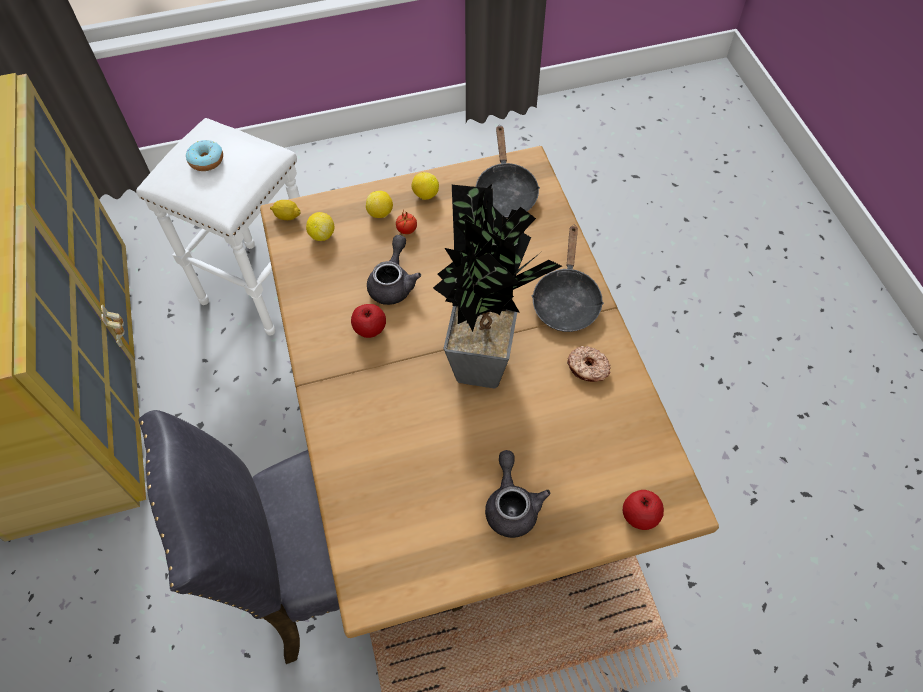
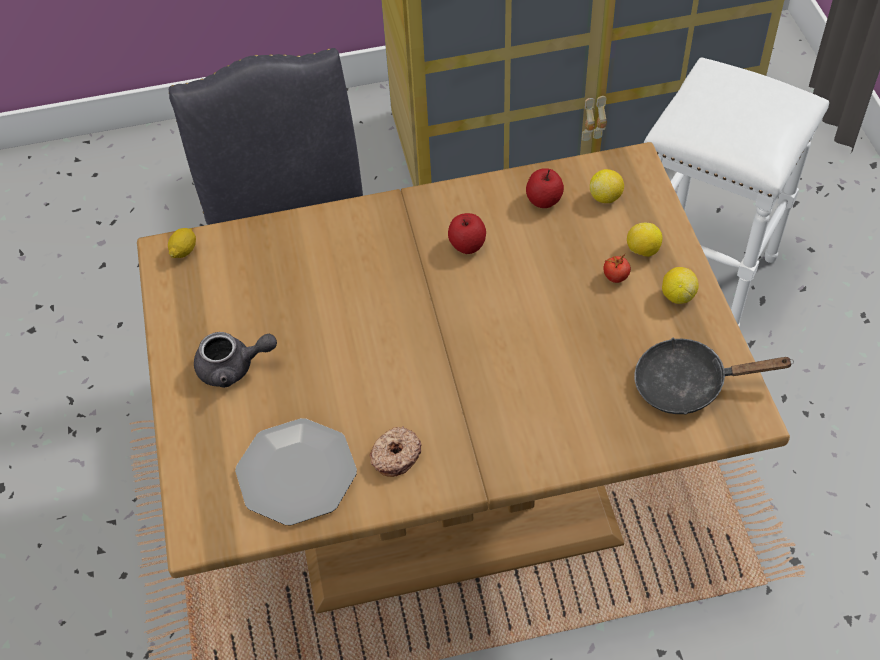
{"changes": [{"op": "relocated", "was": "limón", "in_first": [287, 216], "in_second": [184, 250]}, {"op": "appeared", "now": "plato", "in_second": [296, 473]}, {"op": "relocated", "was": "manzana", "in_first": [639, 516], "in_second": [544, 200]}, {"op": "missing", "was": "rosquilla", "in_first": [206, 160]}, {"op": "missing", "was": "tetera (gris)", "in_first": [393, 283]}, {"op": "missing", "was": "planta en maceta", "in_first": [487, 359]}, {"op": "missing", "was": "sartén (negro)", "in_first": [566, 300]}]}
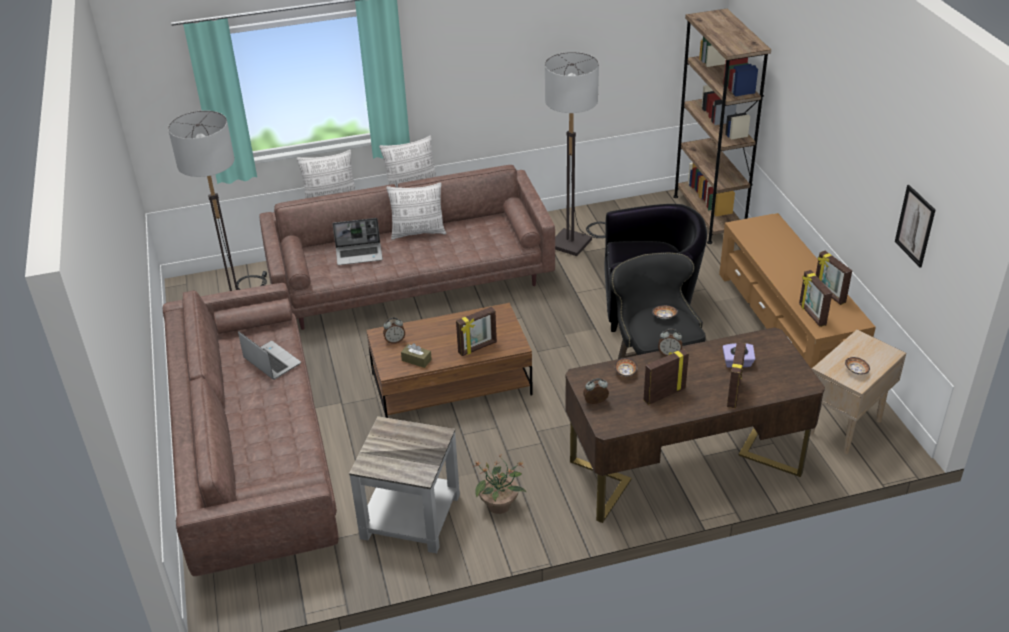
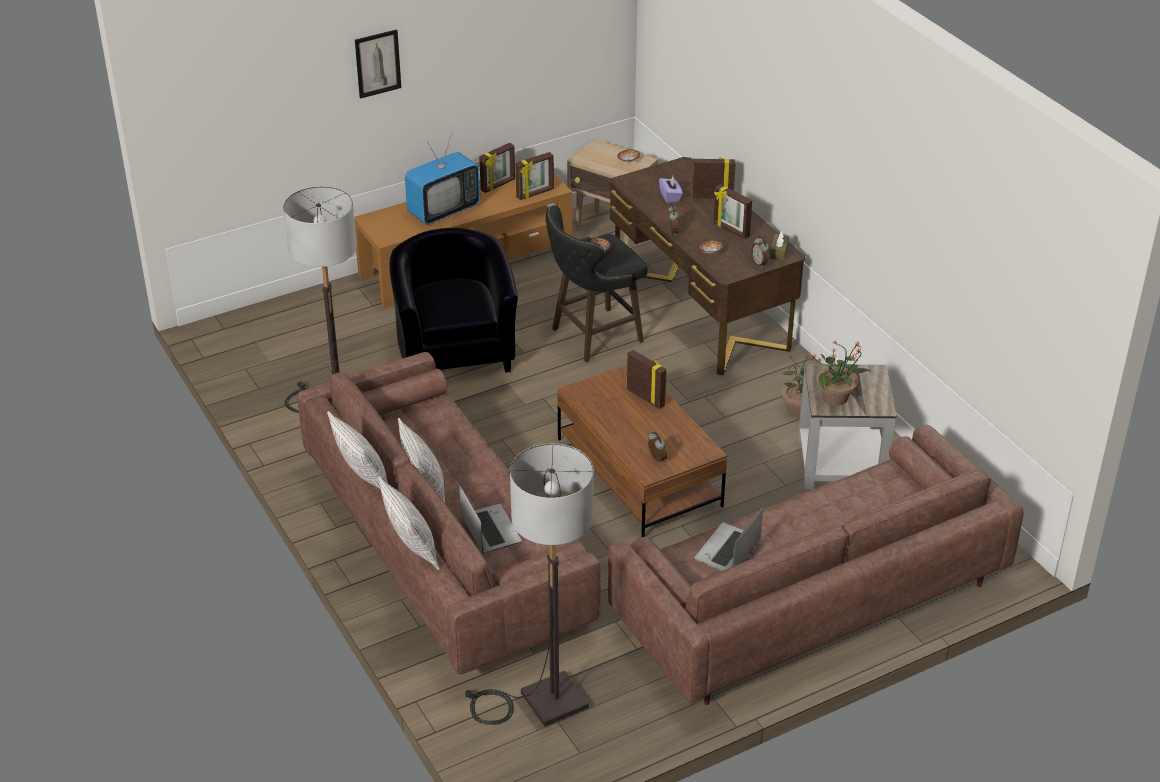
{"changes": [{"op": "relocated", "was": "cuadro", "in_first": [915, 226], "in_second": [378, 63]}, {"op": "appeared", "now": "televisor", "in_second": [443, 210]}, {"op": "relocated", "was": "caja de pañuelos (marrón)", "in_first": [416, 360], "in_second": [779, 252]}, {"op": "appeared", "now": "planta en maceta", "in_second": [836, 398]}, {"op": "missing", "was": "estantería (marrón)", "in_first": [708, 216]}]}
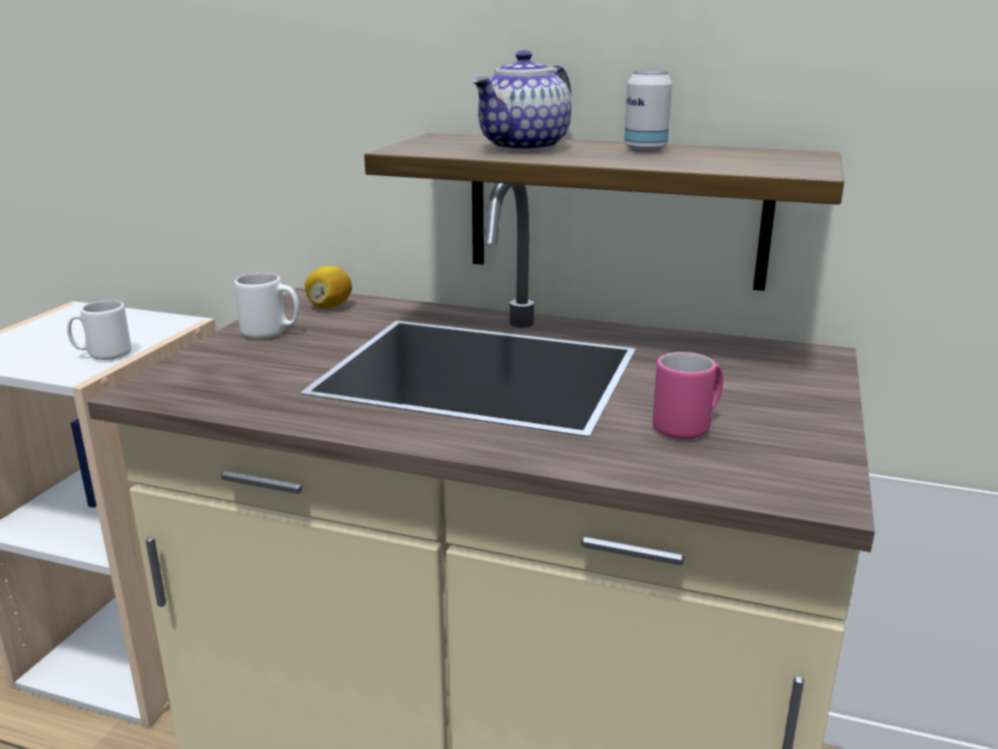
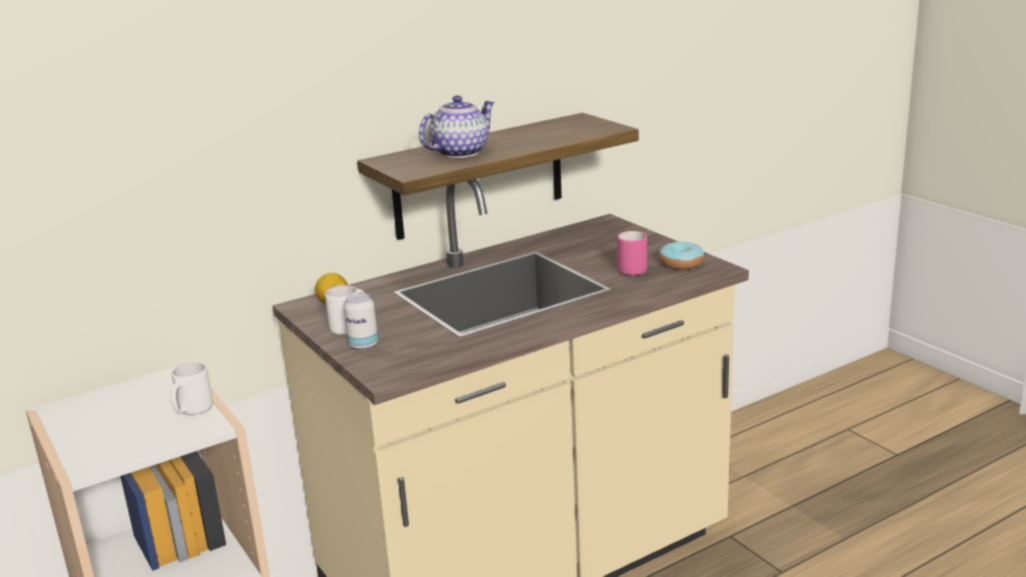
{"changes": [{"op": "relocated", "was": "lata", "in_first": [645, 150], "in_second": [363, 345]}, {"op": "spun", "was": "tetera", "in_first": [525, 147], "in_second": [459, 152], "clockwise": -120}, {"op": "appeared", "now": "rosquilla", "in_second": [681, 263]}]}
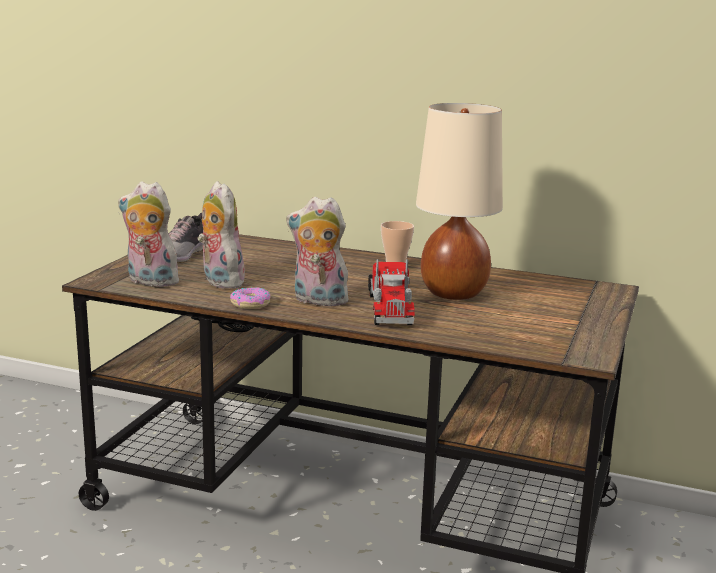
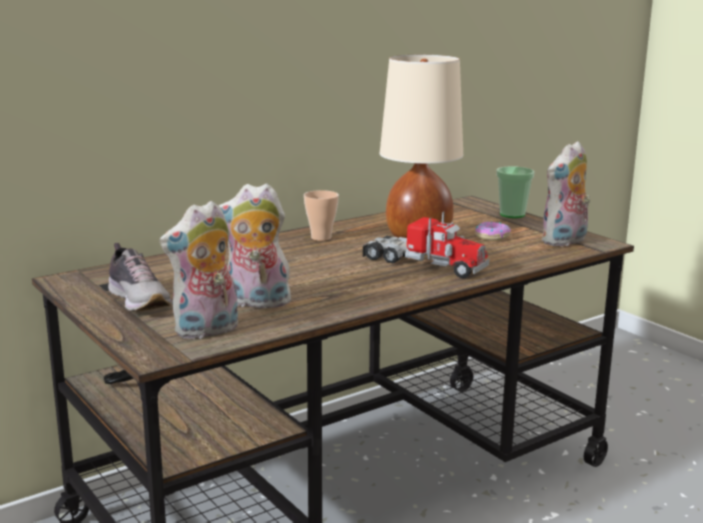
{"changes": [{"op": "relocated", "was": "rosquilla", "in_first": [250, 304], "in_second": [492, 236]}, {"op": "appeared", "now": "taza", "in_second": [512, 214]}, {"op": "relocated", "was": "peluche", "in_first": [318, 301], "in_second": [565, 242]}]}
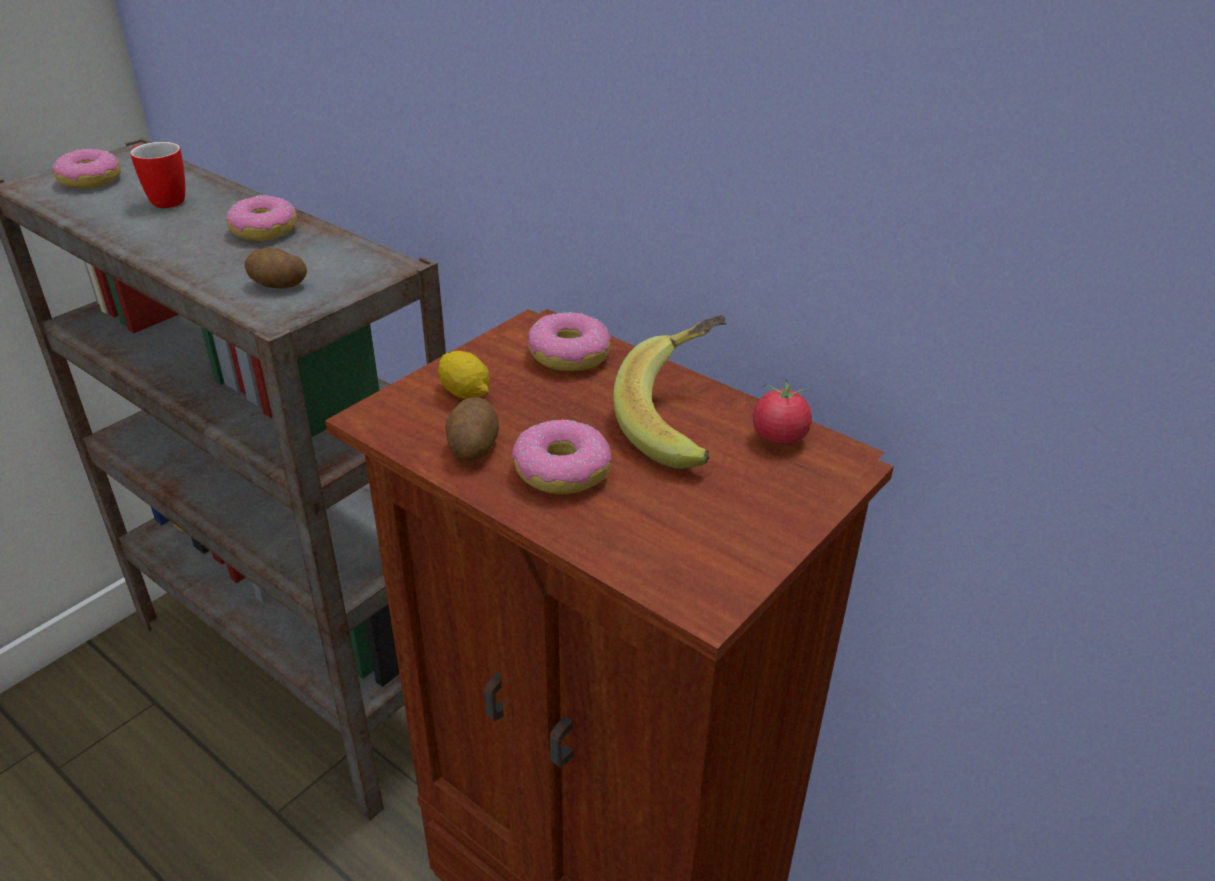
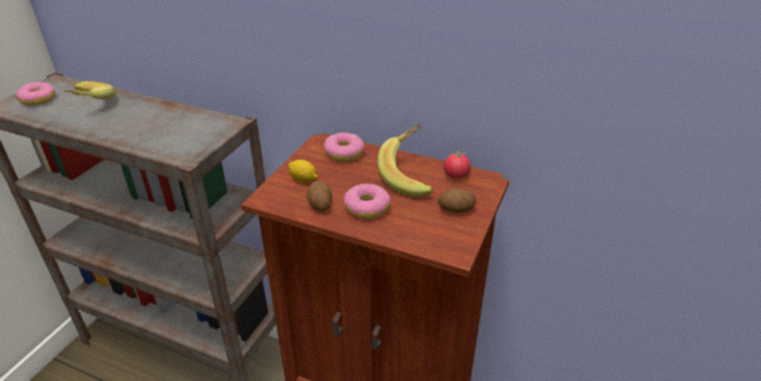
{"changes": [{"op": "exchanged", "was": "taza grande", "now": "plátano", "in_first": [162, 200], "in_second": [87, 105]}, {"op": "relocated", "was": "patata", "in_first": [277, 285], "in_second": [456, 210]}, {"op": "missing", "was": "rosquilla", "in_first": [263, 230]}]}
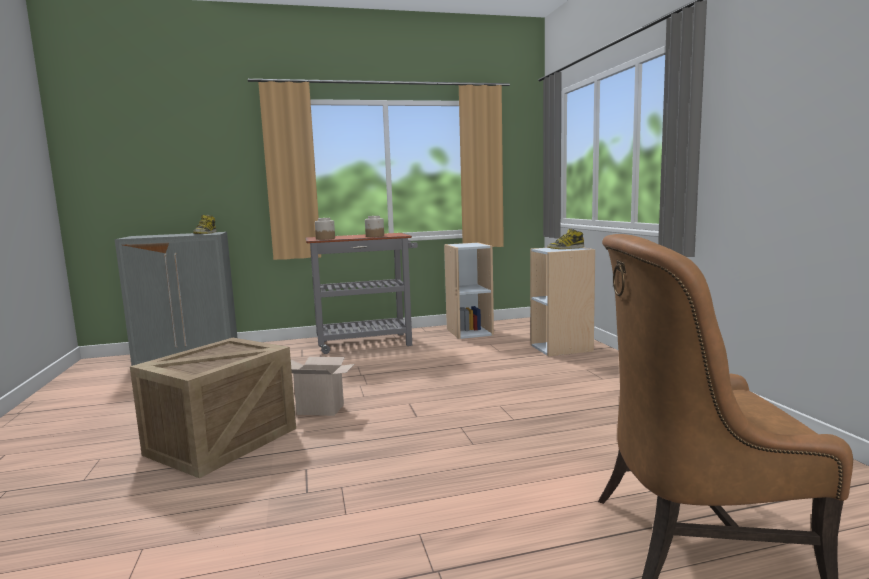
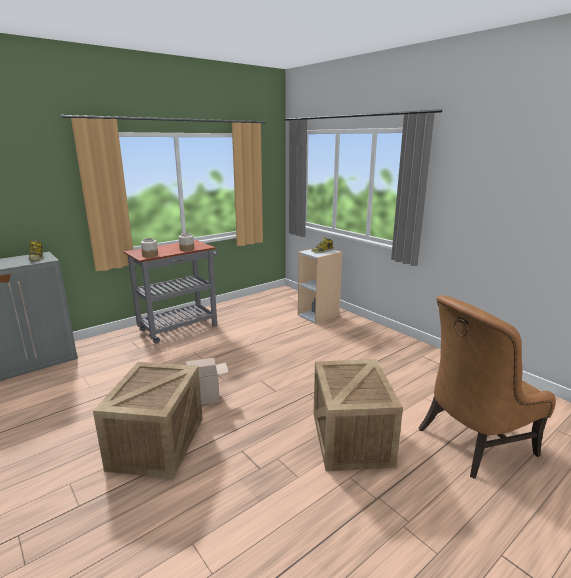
{"changes": [{"op": "appeared", "now": "caja de embalaje", "in_second": [352, 439]}, {"op": "missing", "was": "estantería", "in_first": [469, 332]}]}
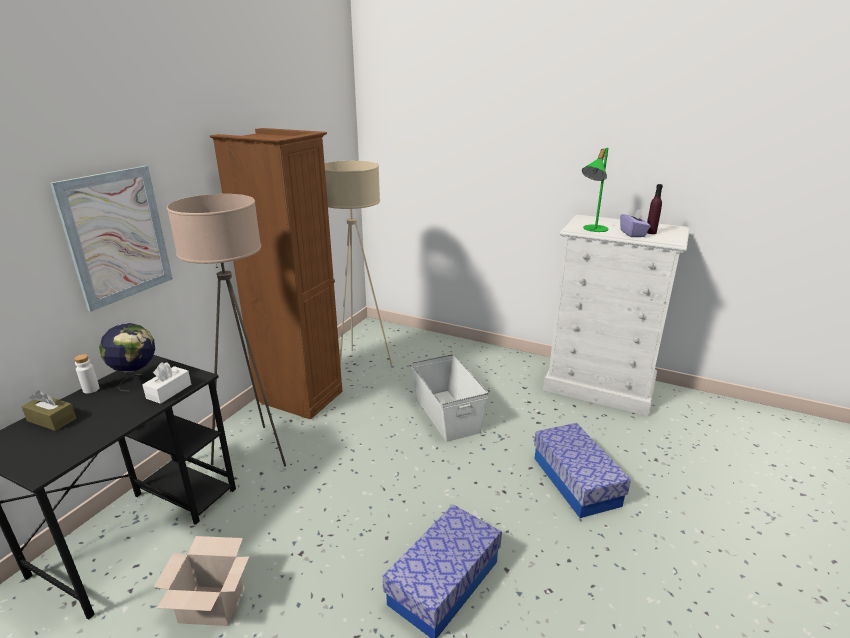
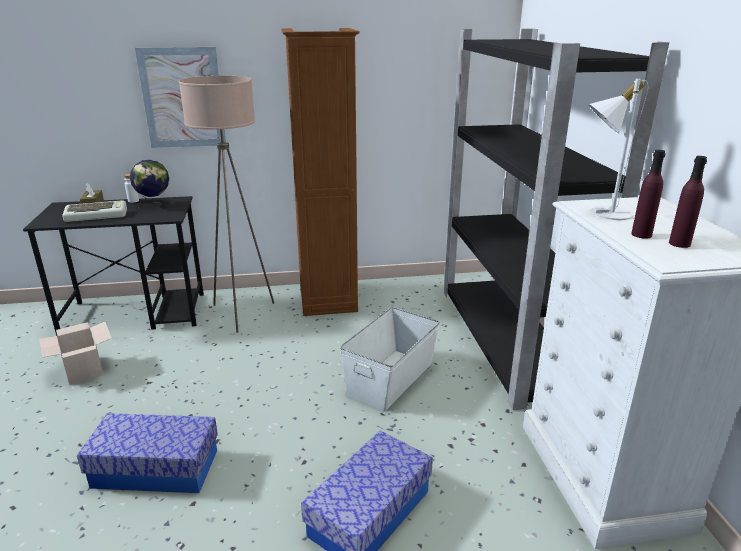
{"changes": [{"op": "appeared", "now": "teclado", "in_second": [97, 215]}, {"op": "appeared", "now": "estantería (negro)", "in_second": [507, 338]}, {"op": "colour", "was": "lámpara de mesa (verde)", "now": "lámpara de mesa (blanco)", "in_first": [592, 229], "in_second": [603, 212]}, {"op": "exchanged", "was": "caja de pañuelos (morado)", "now": "botella (morado)", "in_first": [633, 234], "in_second": [641, 235]}, {"op": "missing", "was": "caja de pañuelos (blanco)", "in_first": [169, 391]}, {"op": "missing", "was": "lámpara de pie (beis)", "in_first": [360, 364]}]}
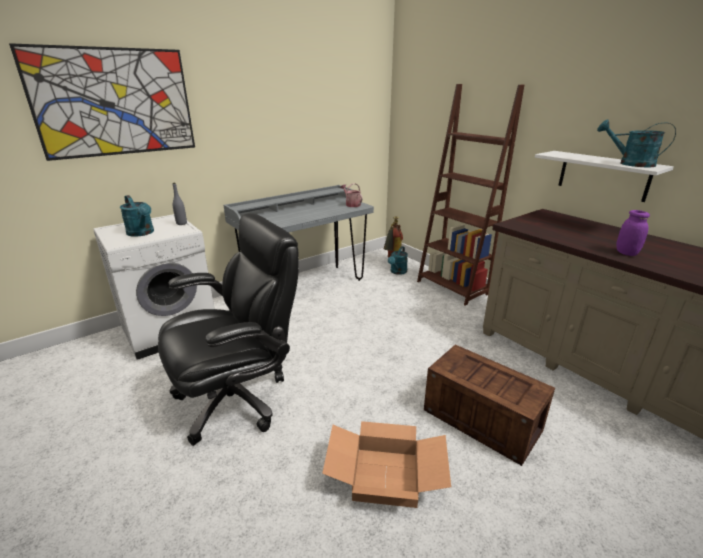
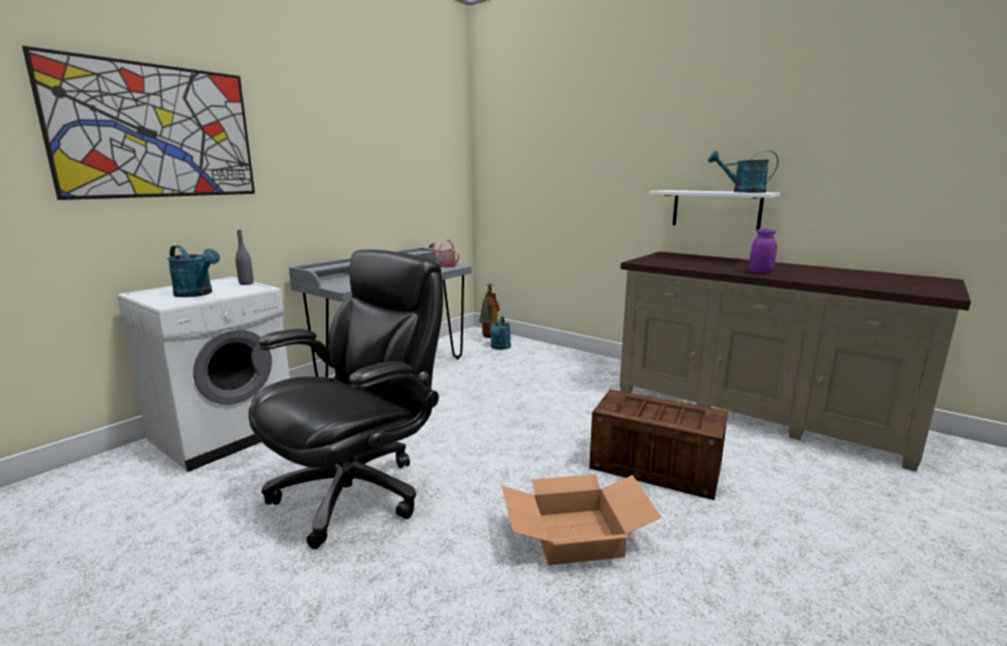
{"changes": [{"op": "missing", "was": "estantería (marrón)", "in_first": [452, 287]}]}
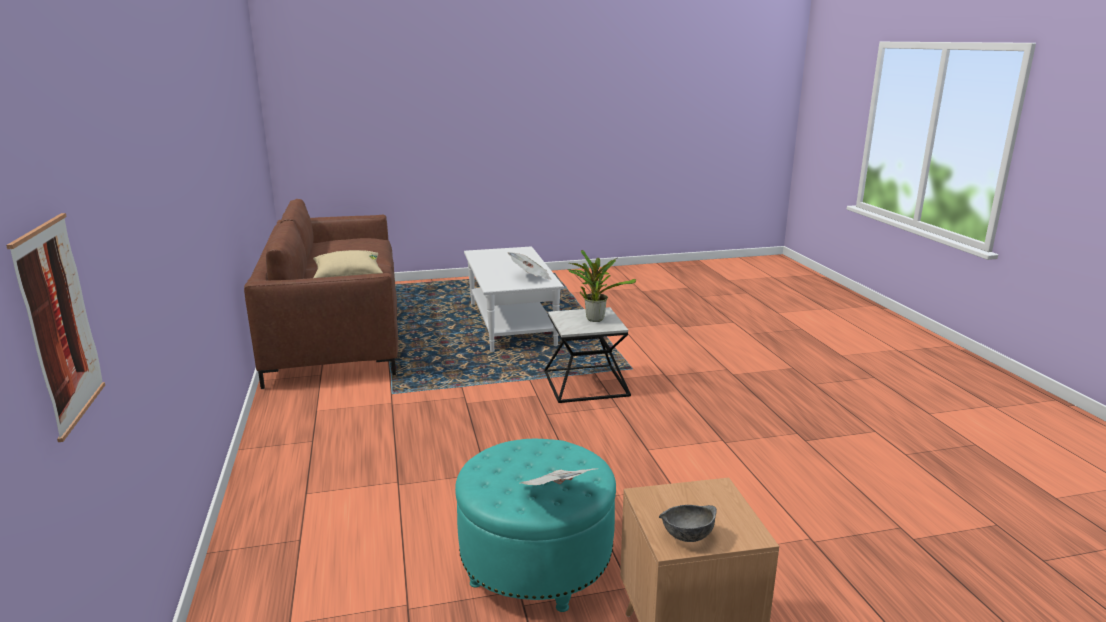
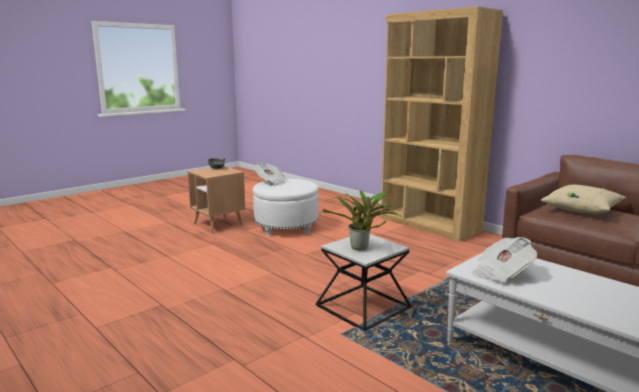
{"changes": [{"op": "colour", "was": "puf (turquesa)", "now": "puf (blanco)", "in_first": [536, 565], "in_second": [286, 227]}, {"op": "appeared", "now": "estantería (marrón)", "in_second": [429, 224]}, {"op": "missing", "was": "cuadro", "in_first": [59, 324]}]}
